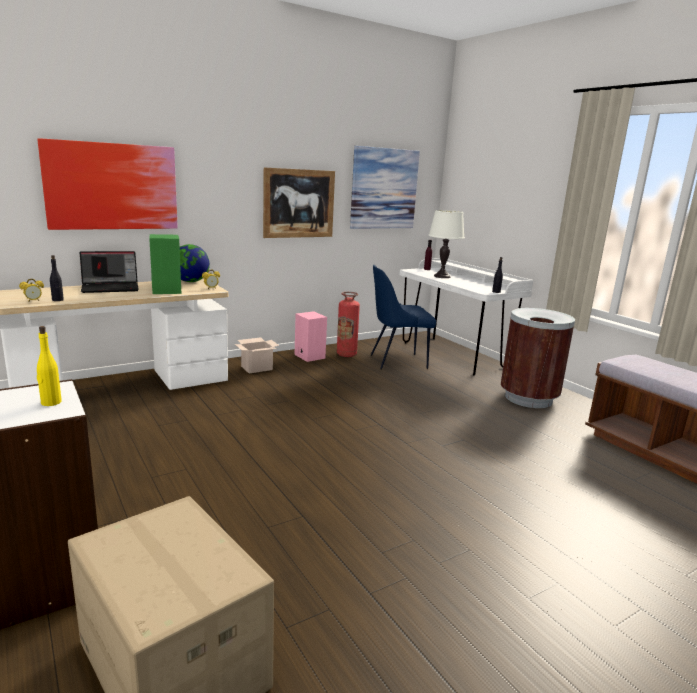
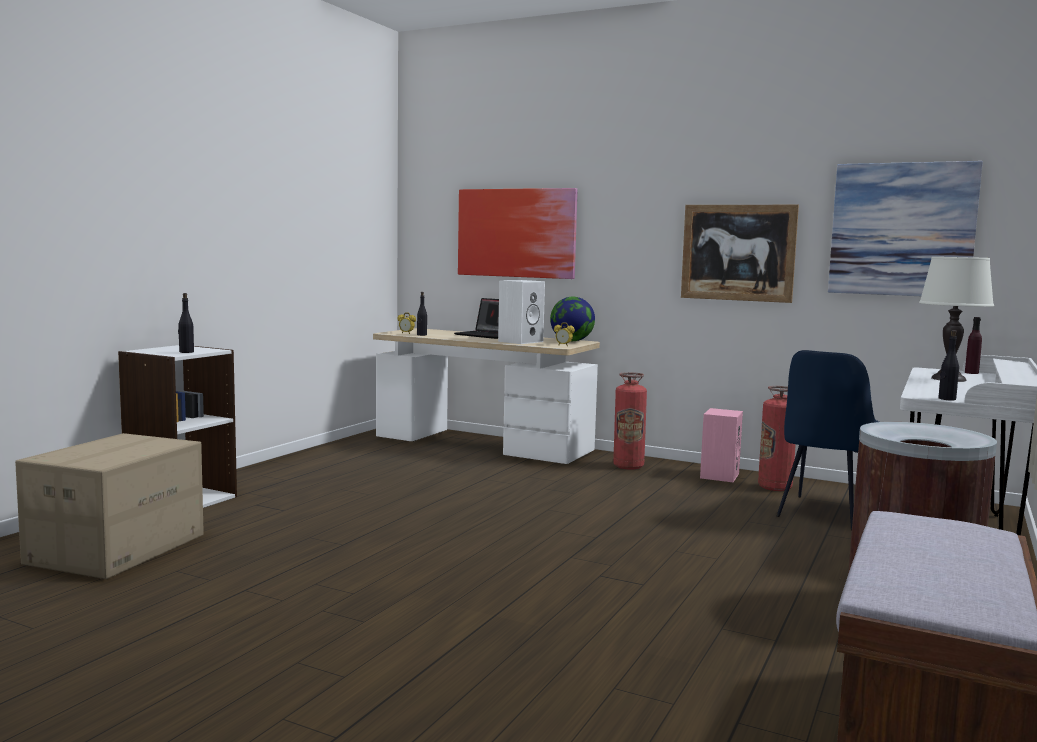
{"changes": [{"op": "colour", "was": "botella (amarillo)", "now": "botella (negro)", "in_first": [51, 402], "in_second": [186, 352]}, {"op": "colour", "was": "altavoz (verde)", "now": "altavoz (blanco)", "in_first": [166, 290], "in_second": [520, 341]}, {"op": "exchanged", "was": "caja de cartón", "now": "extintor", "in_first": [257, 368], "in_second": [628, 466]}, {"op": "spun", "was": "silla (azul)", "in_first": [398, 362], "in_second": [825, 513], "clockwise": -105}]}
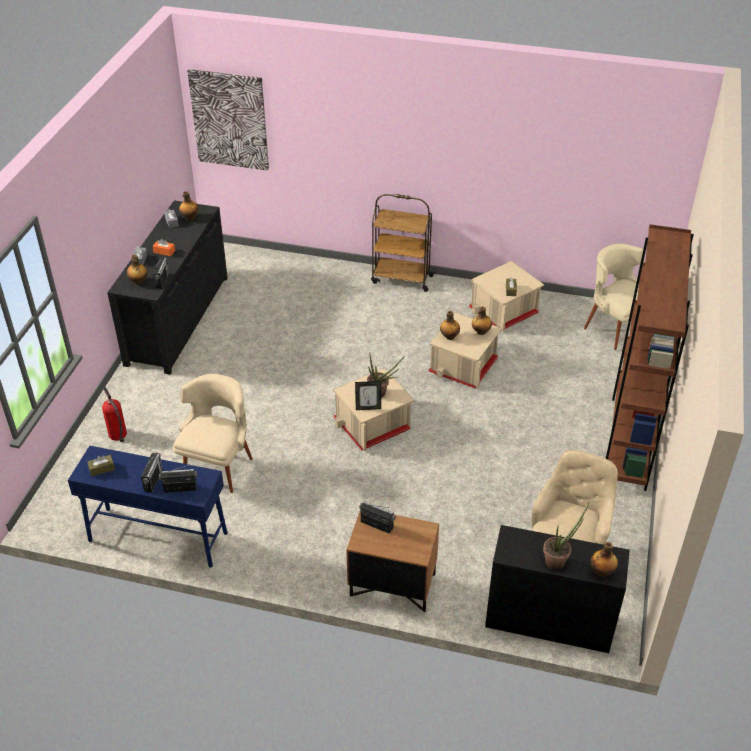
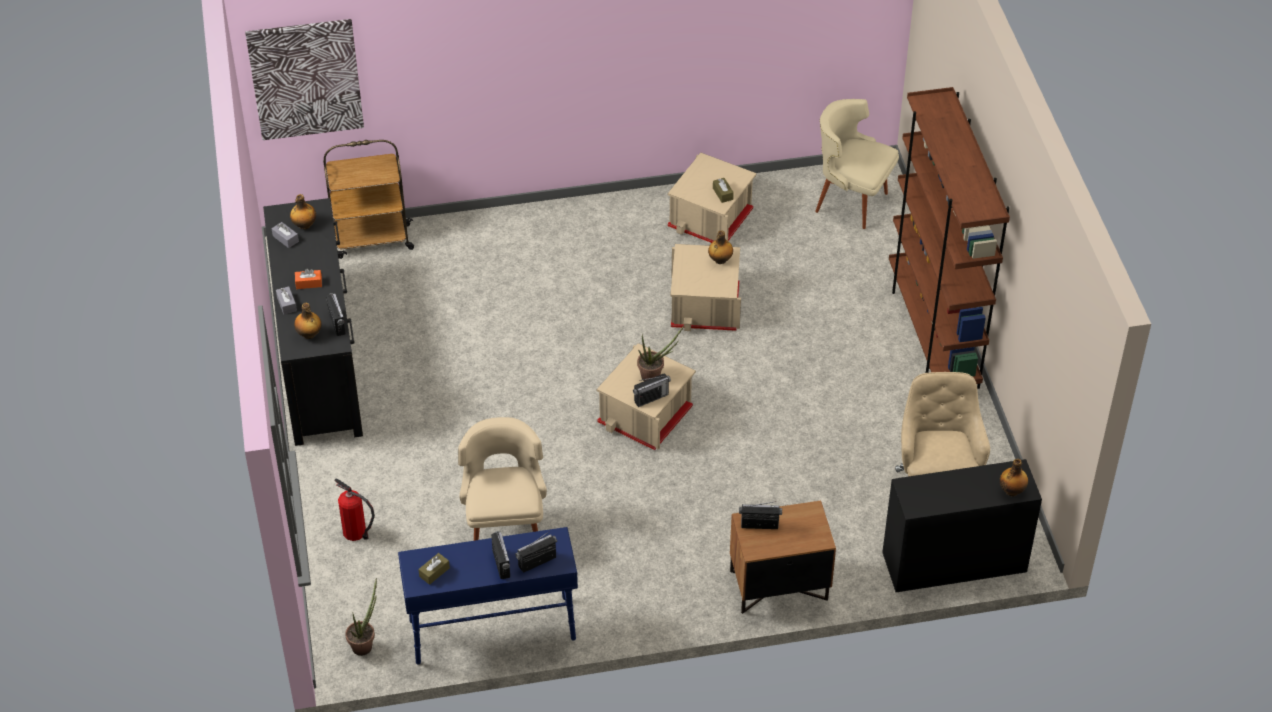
{"changes": [{"op": "relocated", "was": "carrito (marrón)", "in_first": [401, 279], "in_second": [371, 241]}, {"op": "relocated", "was": "planta en maceta", "in_first": [558, 560], "in_second": [365, 644]}, {"op": "exchanged", "was": "portarretratos", "now": "radio", "in_first": [368, 408], "in_second": [651, 398]}, {"op": "missing", "was": "botella", "in_first": [449, 337]}]}
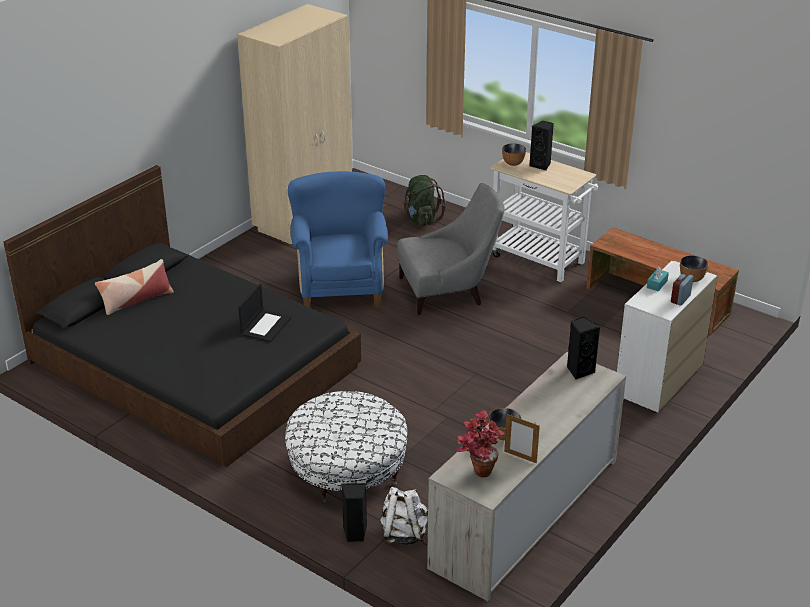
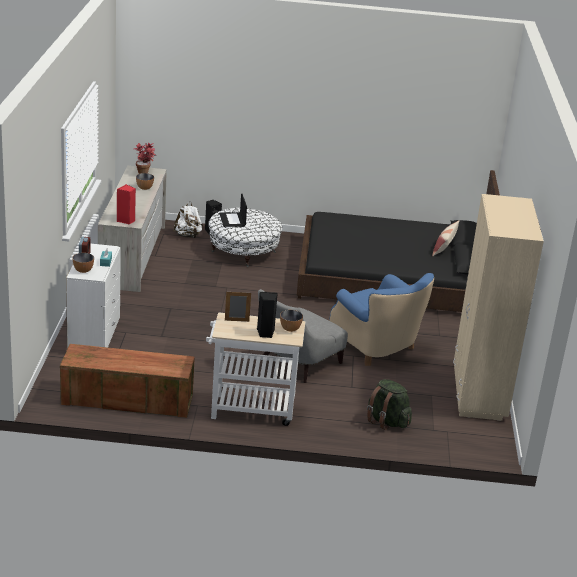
{"changes": [{"op": "colour", "was": "altavoz (negro)", "now": "altavoz (rojo)", "in_first": [579, 370], "in_second": [126, 221]}, {"op": "relocated", "was": "portátil", "in_first": [266, 326], "in_second": [232, 220]}, {"op": "relocated", "was": "portarretratos", "in_first": [520, 457], "in_second": [236, 321]}]}
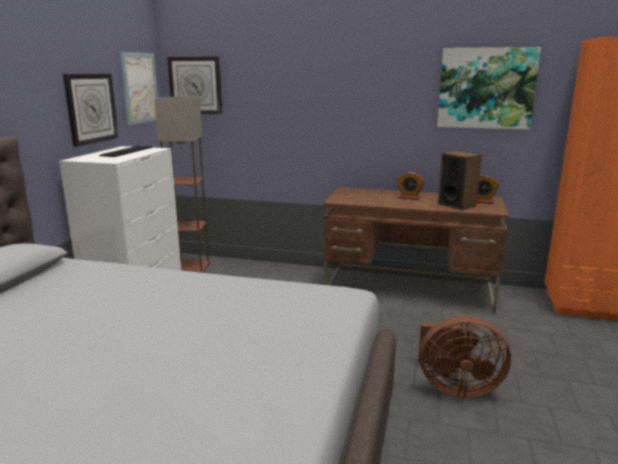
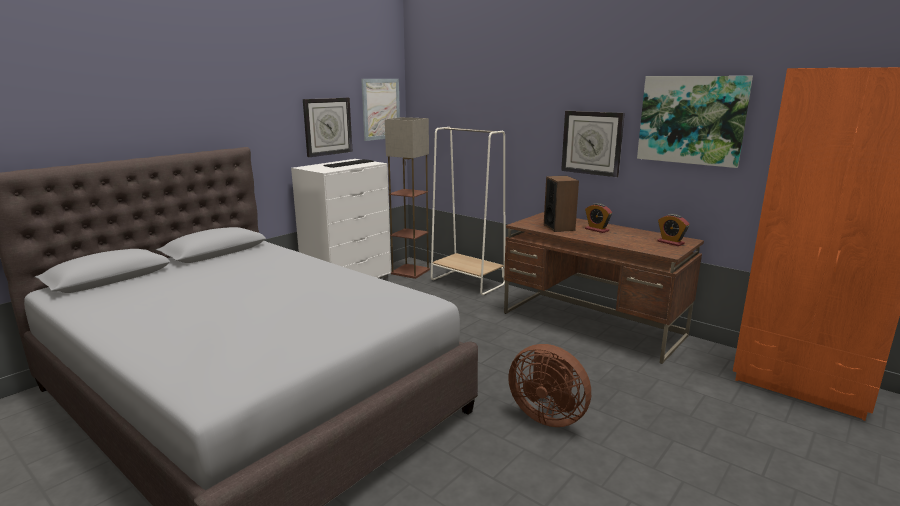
{"changes": [{"op": "appeared", "now": "perchero", "in_second": [467, 283]}, {"op": "relocated", "was": "altavoz", "in_first": [456, 205], "in_second": [559, 227]}, {"op": "relocated", "was": "reloj de pared", "in_first": [195, 85], "in_second": [592, 143]}]}
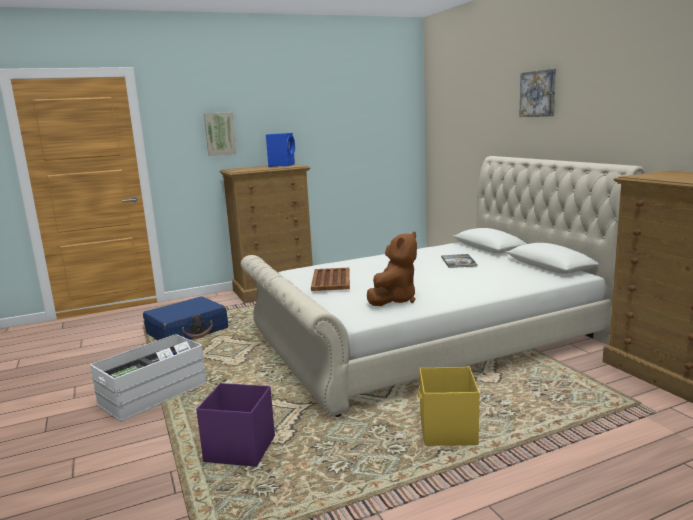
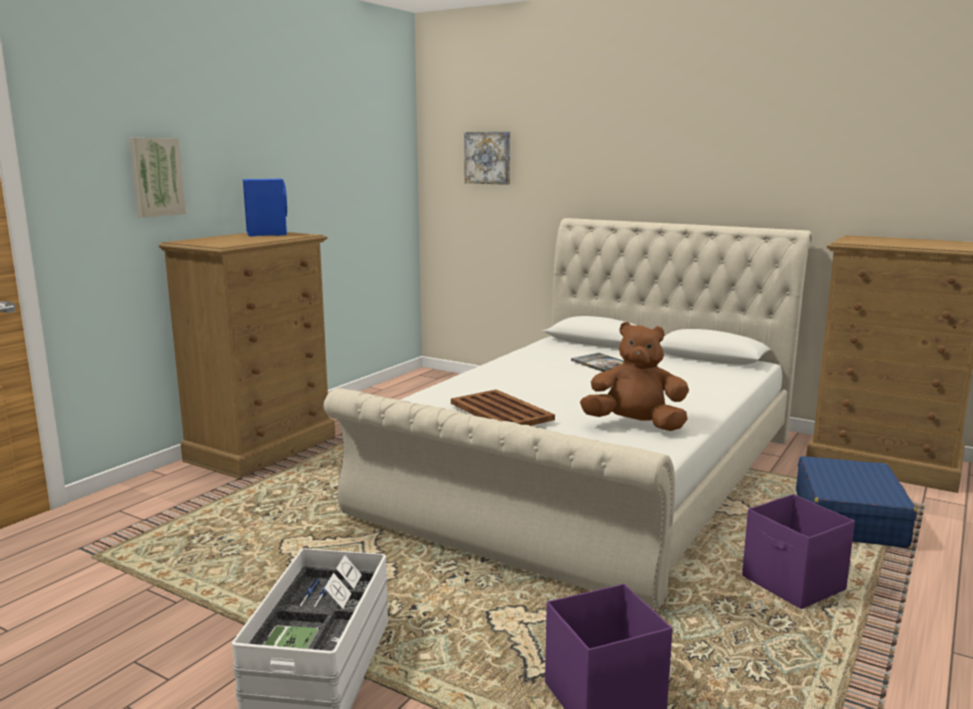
{"changes": [{"op": "relocated", "was": "cuadro", "in_first": [539, 93], "in_second": [488, 158]}, {"op": "spun", "was": "peluche (marrón)", "in_first": [394, 300], "in_second": [635, 425], "clockwise": -75}, {"op": "colour", "was": "caja de almacenaje (amarillo)", "now": "caja de almacenaje (morado)", "in_first": [447, 431], "in_second": [793, 584]}, {"op": "relocated", "was": "maleta (azul)", "in_first": [188, 331], "in_second": [849, 518]}]}
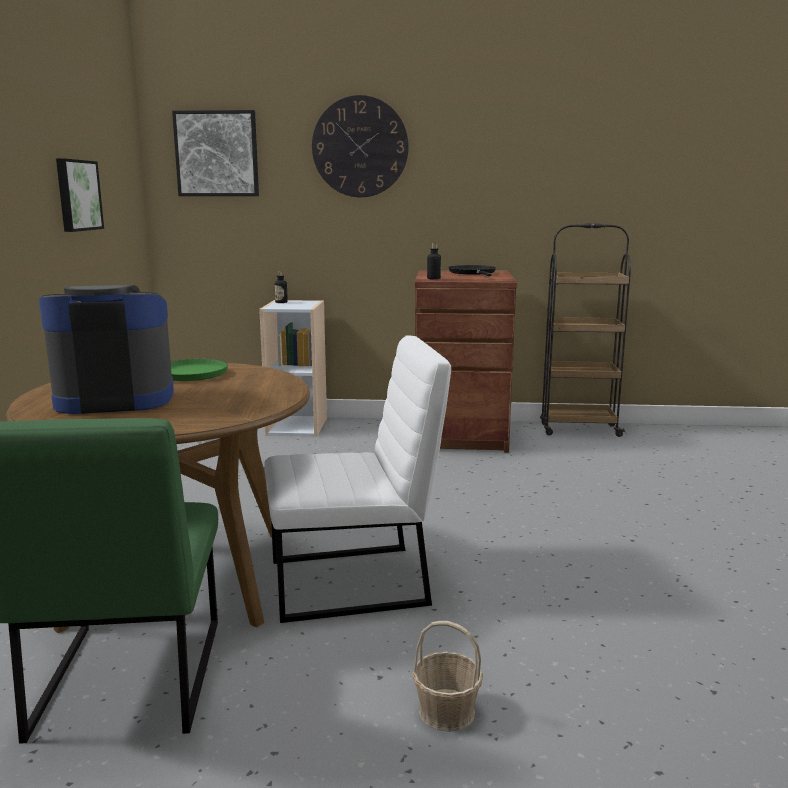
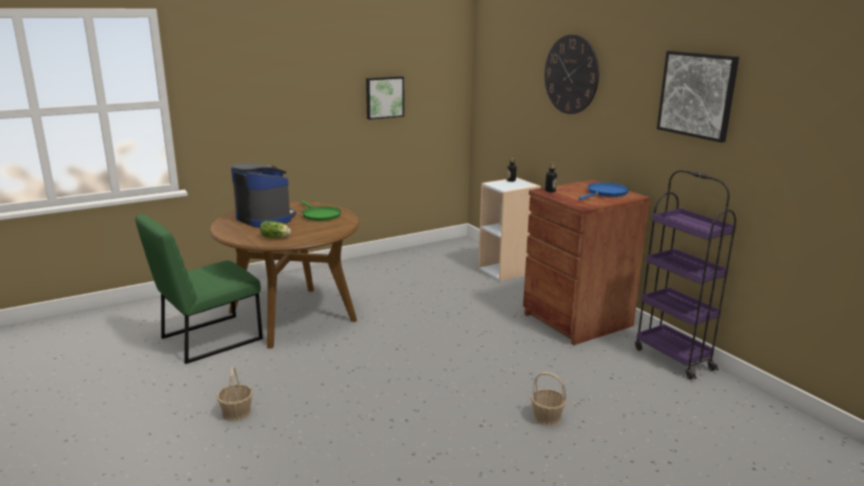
{"changes": [{"op": "appeared", "now": "lechuga", "in_second": [276, 237]}, {"op": "appeared", "now": "cesta", "in_second": [547, 418]}, {"op": "colour", "was": "sartén (negro)", "now": "sartén (azul)", "in_first": [473, 273], "in_second": [605, 193]}, {"op": "colour", "was": "carrito (marrón)", "now": "carrito (morado)", "in_first": [579, 430], "in_second": [673, 359]}, {"op": "relocated", "was": "cuadro", "in_first": [217, 154], "in_second": [697, 95]}, {"op": "missing", "was": "silla (blanco)", "in_first": [354, 582]}]}
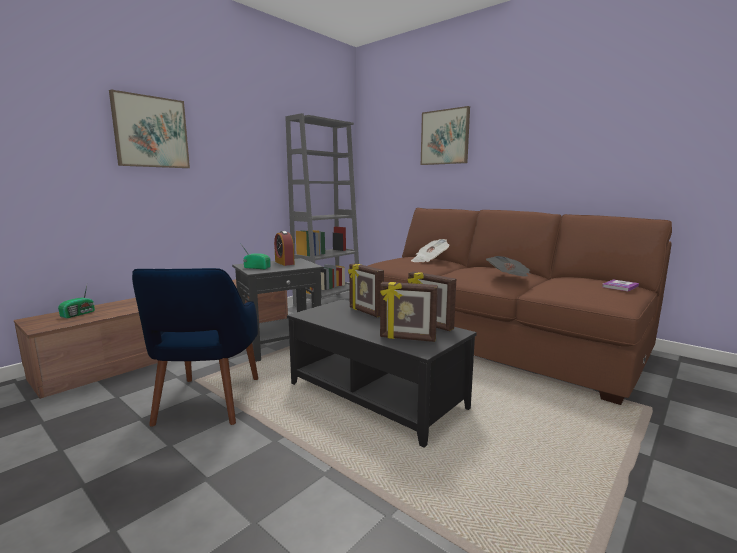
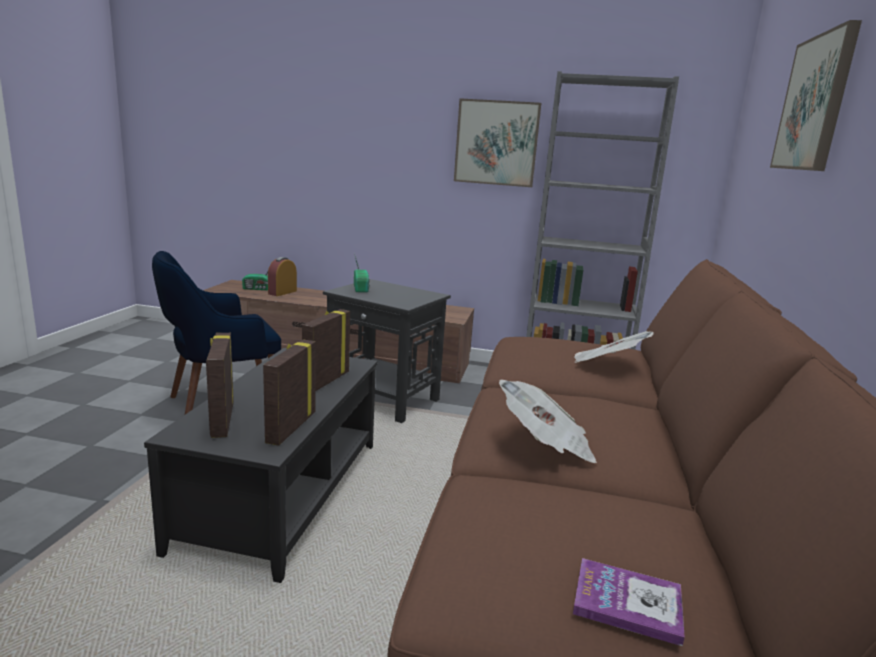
{"changes": [{"op": "relocated", "was": "despertador", "in_first": [284, 263], "in_second": [282, 292]}, {"op": "relocated", "was": "cuadro", "in_first": [151, 132], "in_second": [496, 143]}]}
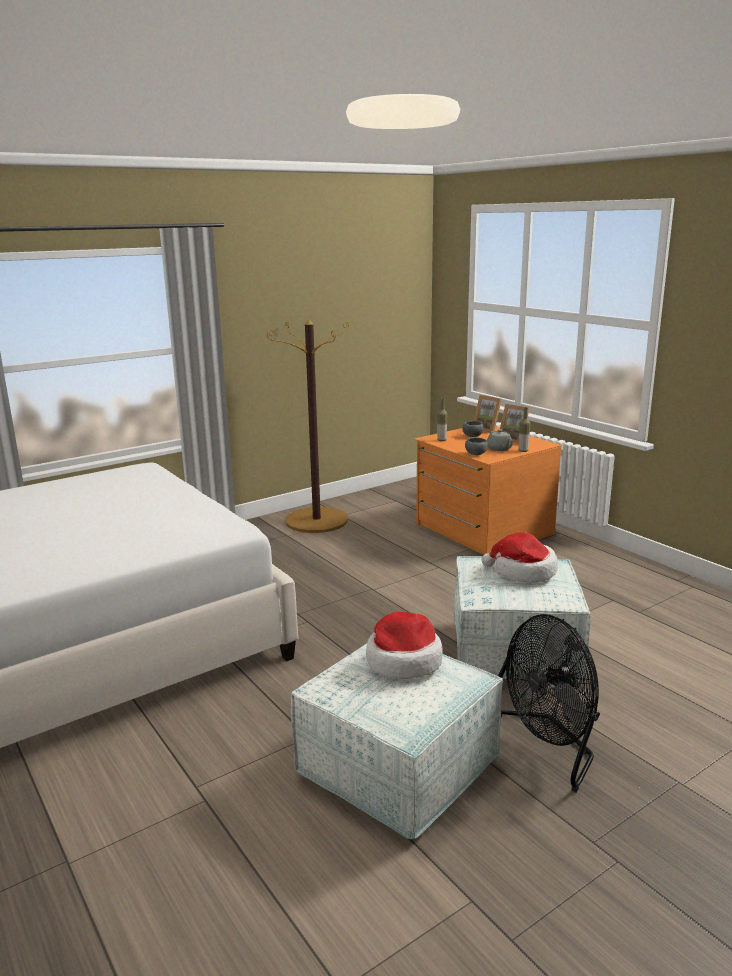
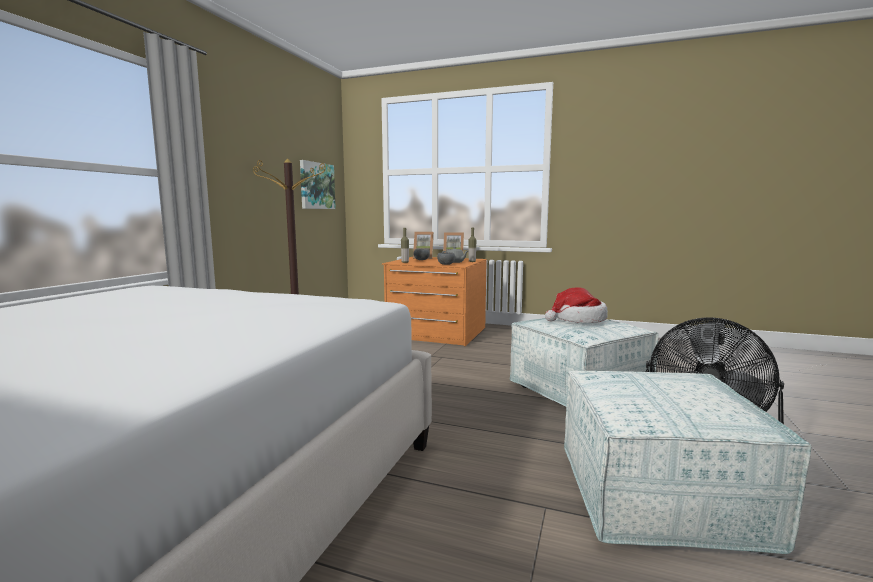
{"changes": [{"op": "appeared", "now": "cuadro", "in_second": [316, 186]}, {"op": "missing", "was": "sombrero", "in_first": [403, 660]}]}
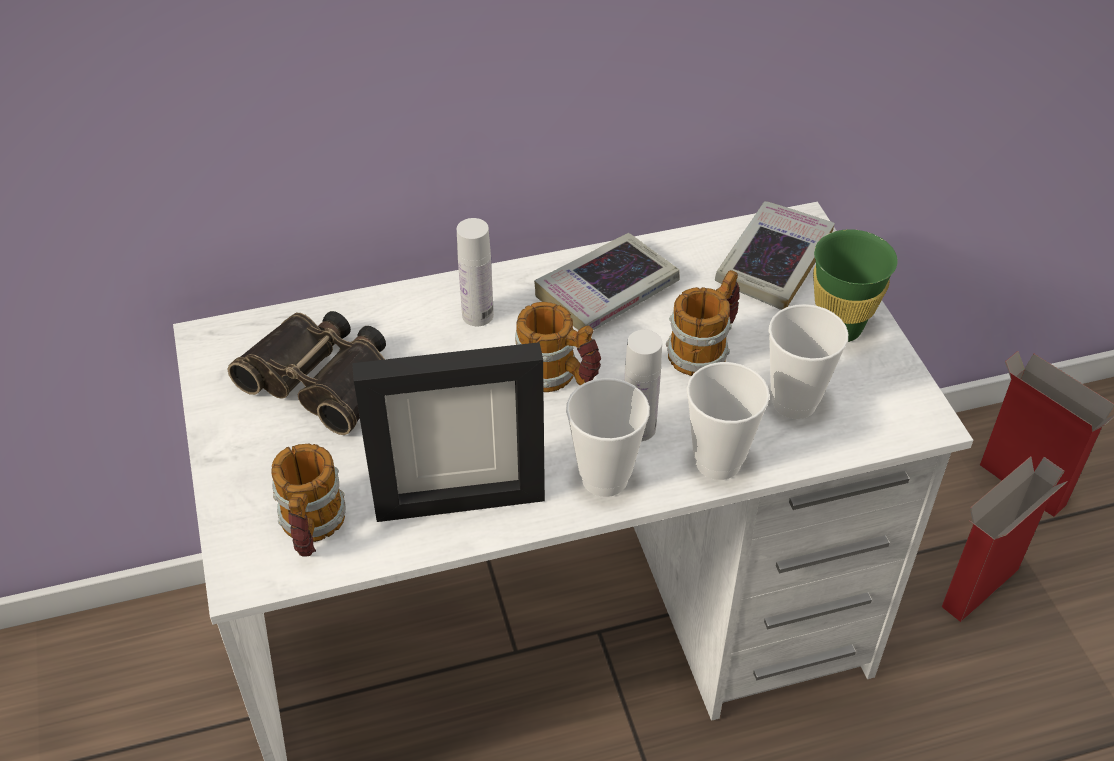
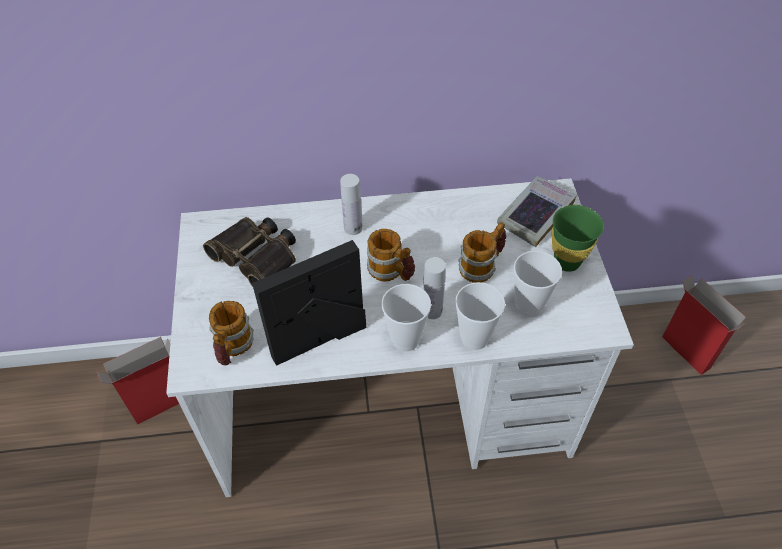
{"changes": [{"op": "relocated", "was": "caja de cartón", "in_first": [979, 589], "in_second": [160, 406]}, {"op": "spun", "was": "portarretratos", "in_first": [459, 499], "in_second": [319, 341], "clockwise": 150}, {"op": "missing", "was": "libro", "in_first": [607, 291]}]}
